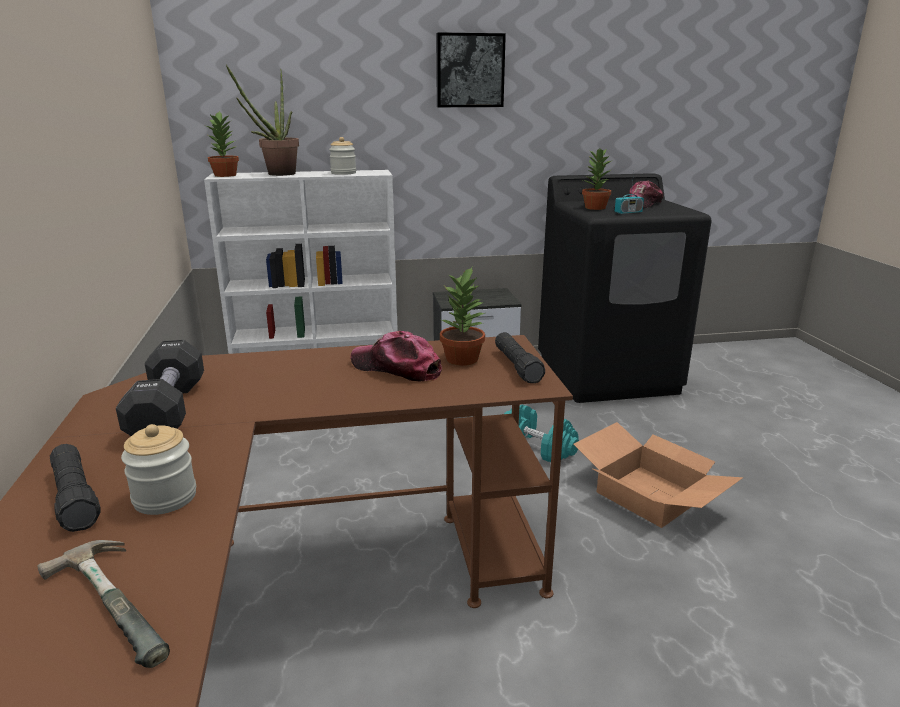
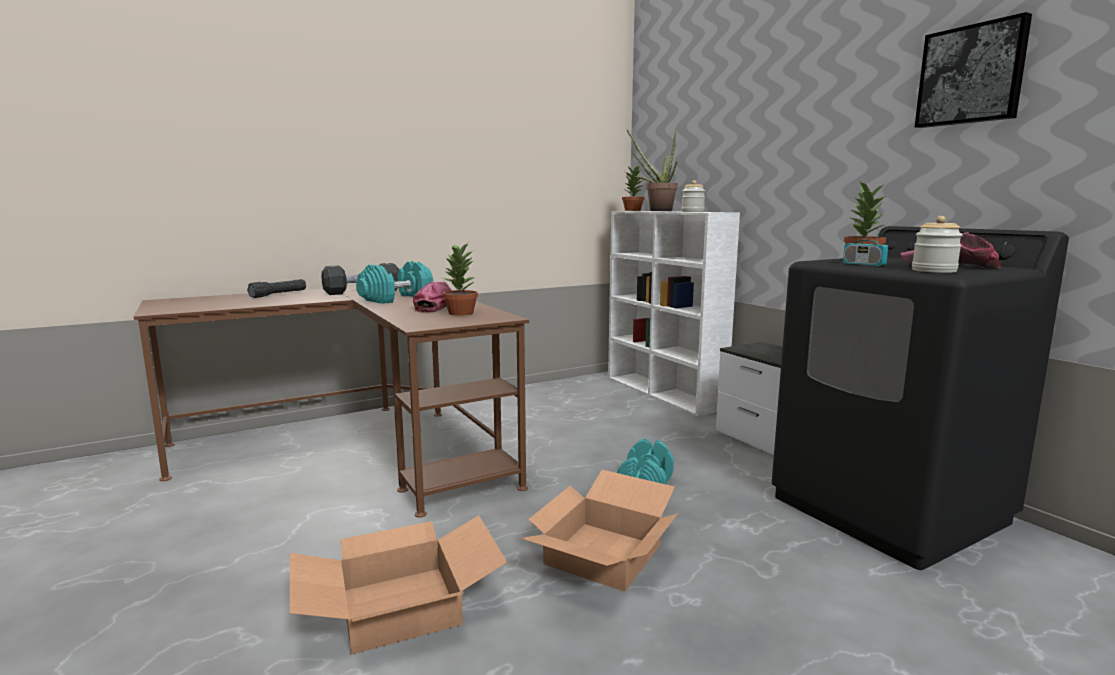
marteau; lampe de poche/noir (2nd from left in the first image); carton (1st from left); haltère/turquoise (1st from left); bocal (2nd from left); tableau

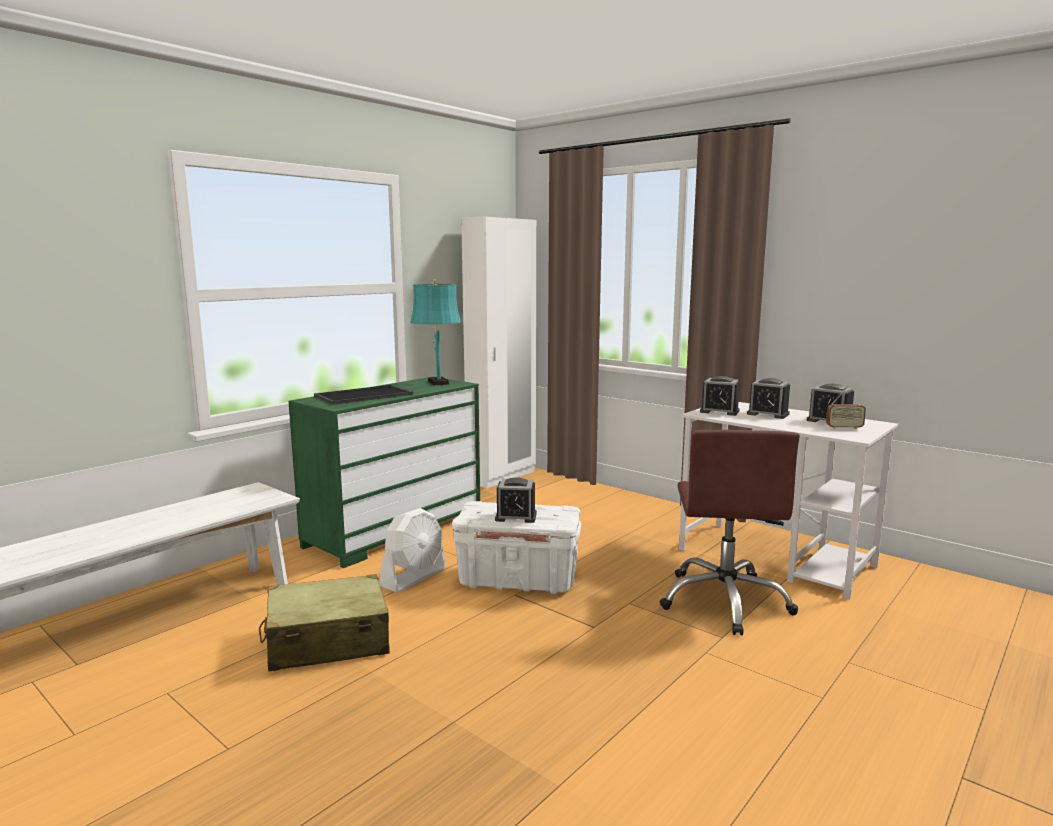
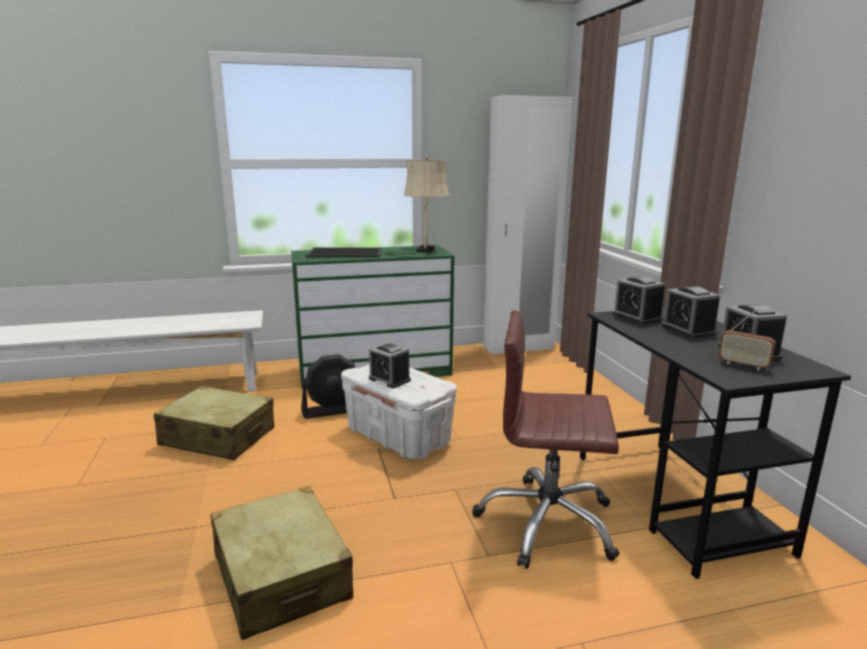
valise/beige (2nd from left); ventilateur/noir; lampe de table/beige; bureau/noir; chaise de bureau/marron

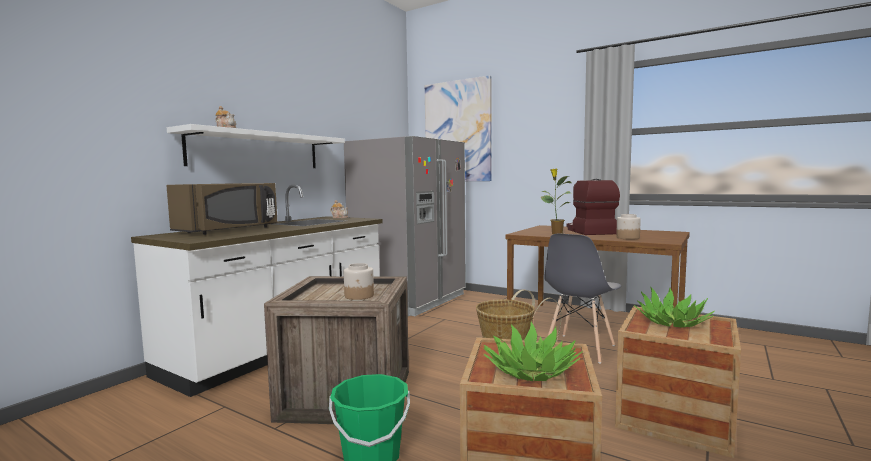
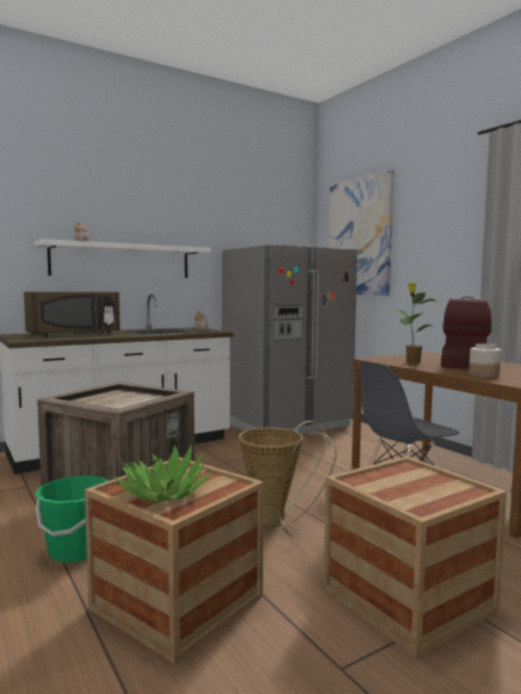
bocal (1st from left in the first image); plante en pot (3rd from left in the first image)

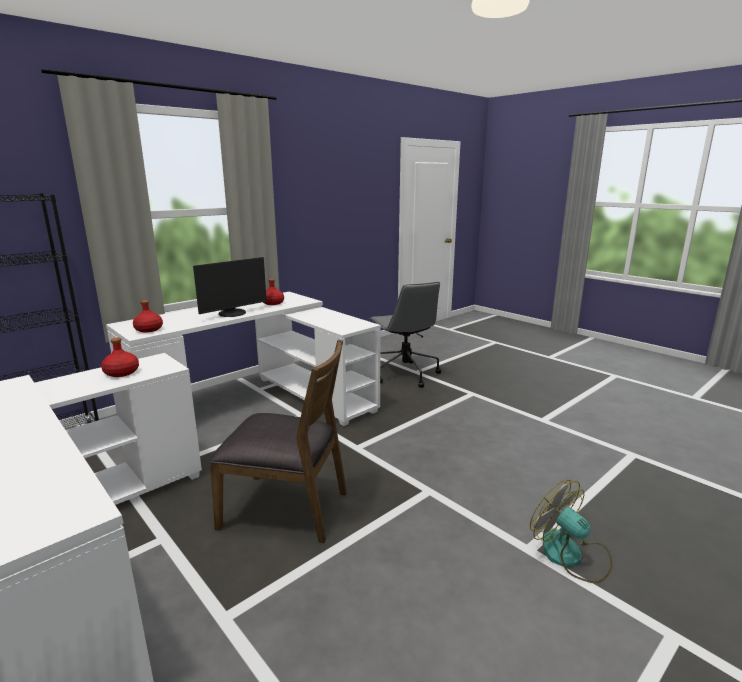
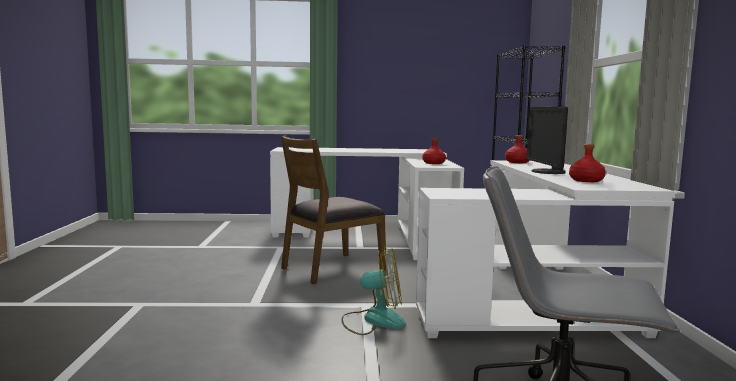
ventilateur

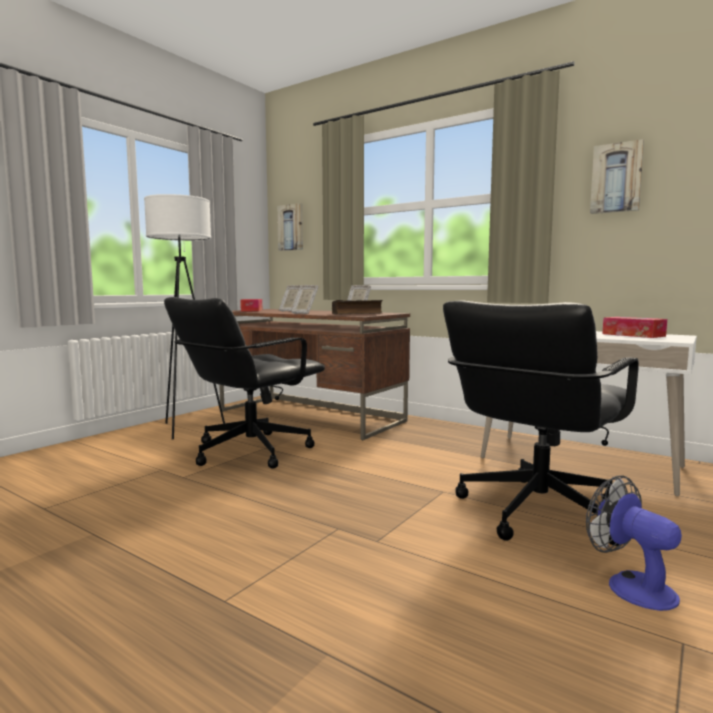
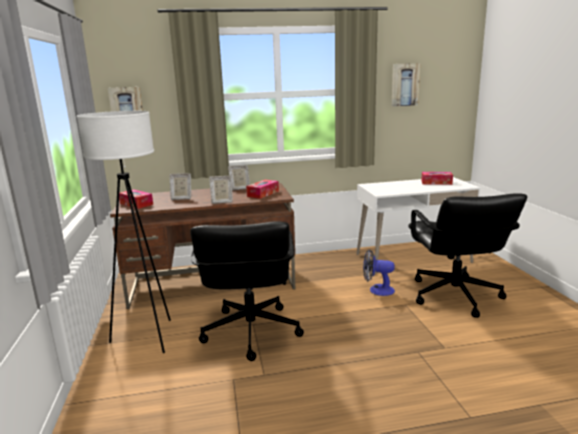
ventilateur; boîte à mouchoirs (2nd from left)

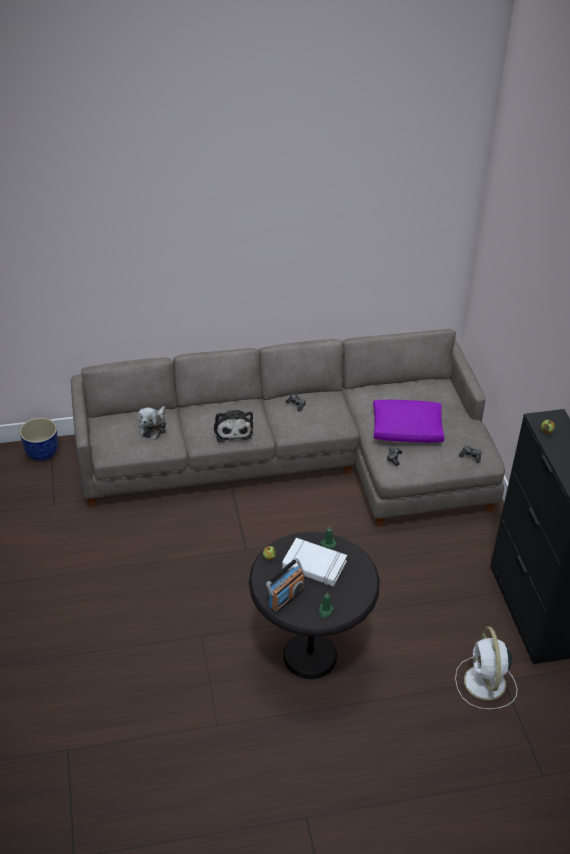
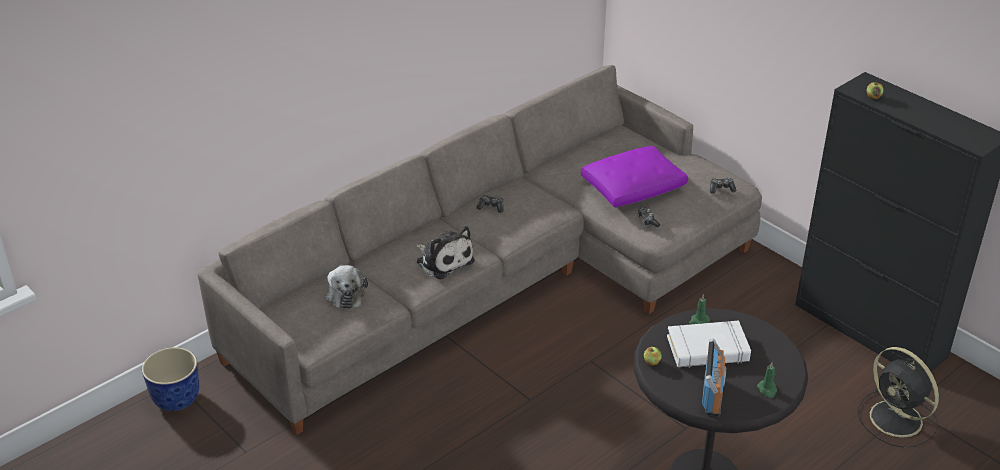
ventilateur/noir

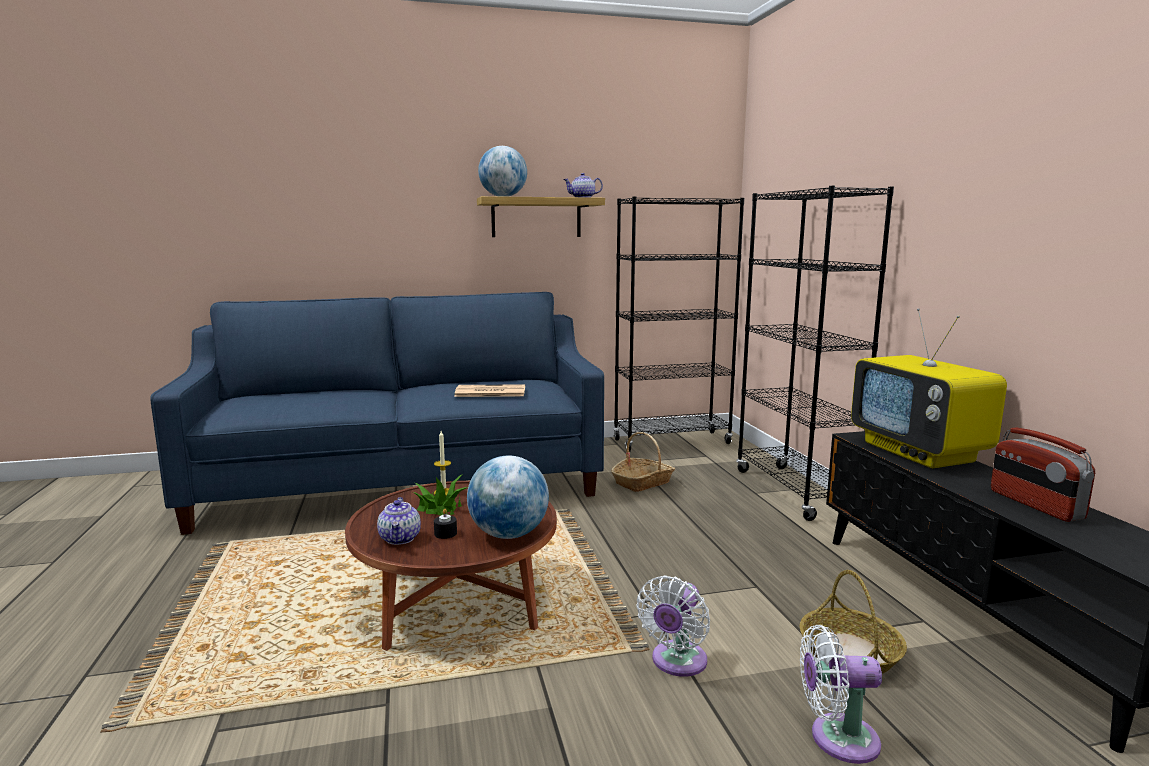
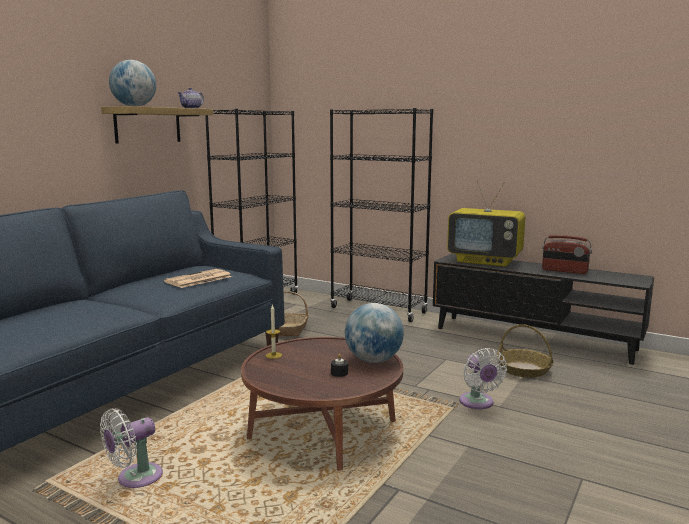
théière (1st from left in the first image); plante en pot; ventilateur/blanc (1st from left)

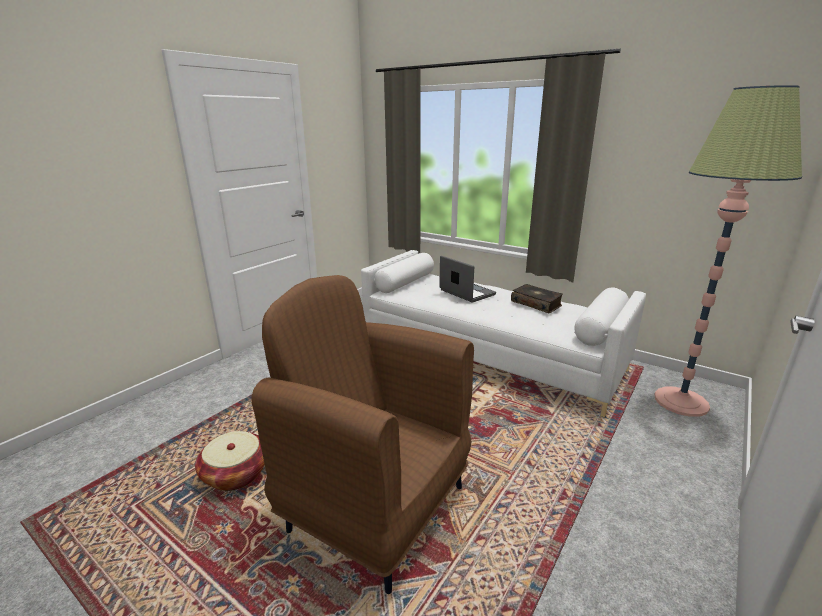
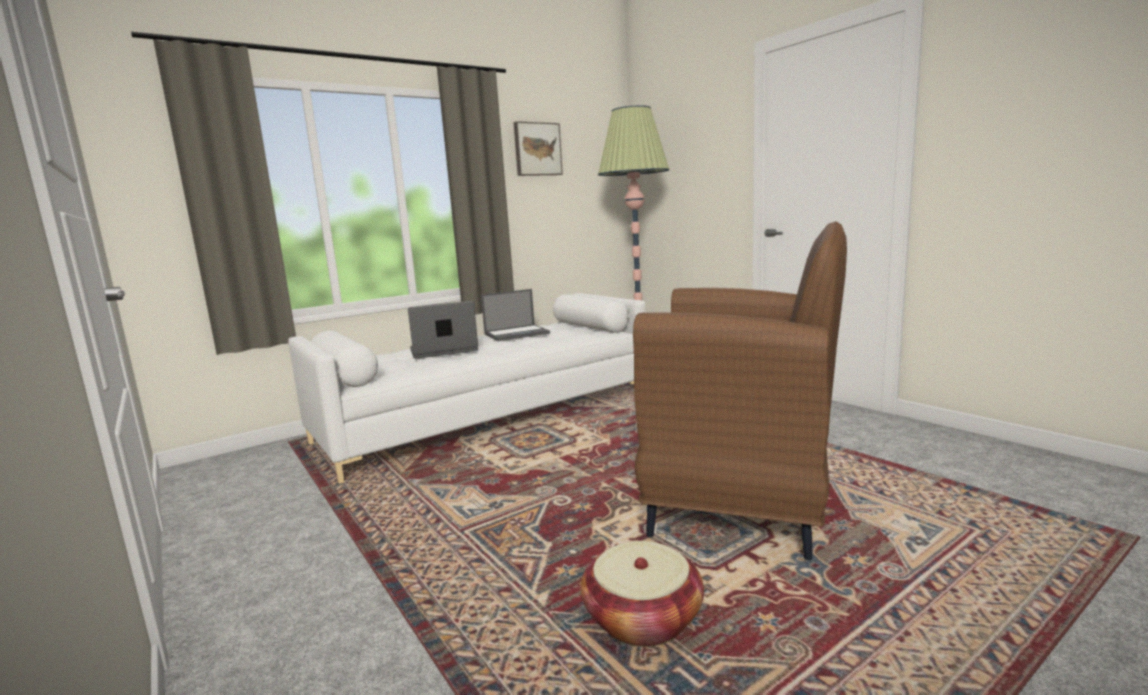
tableau; ordinateur portable (2nd from left); fauteuil/marron

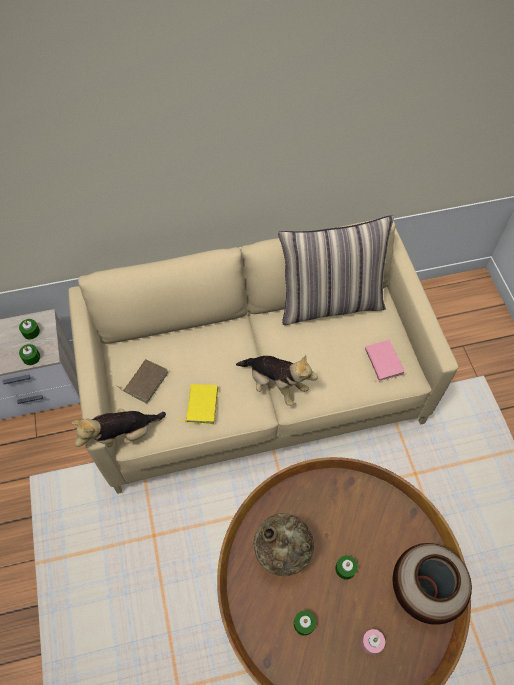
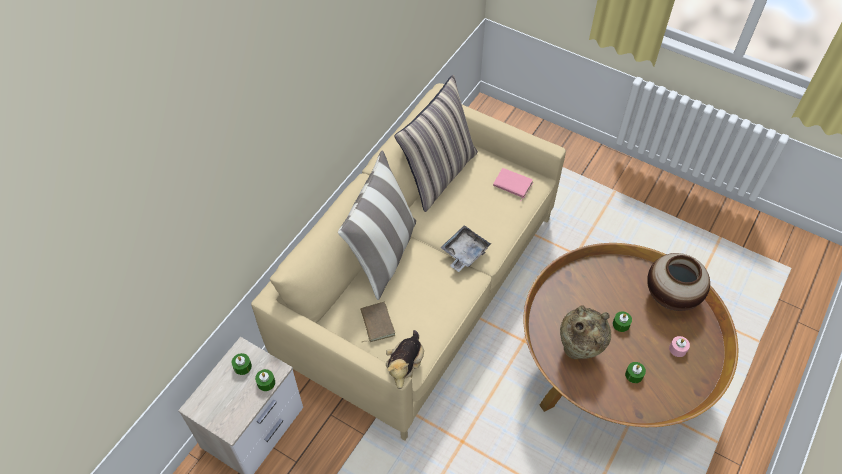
livre/jaune; coussin (1st from left); plateau/gris

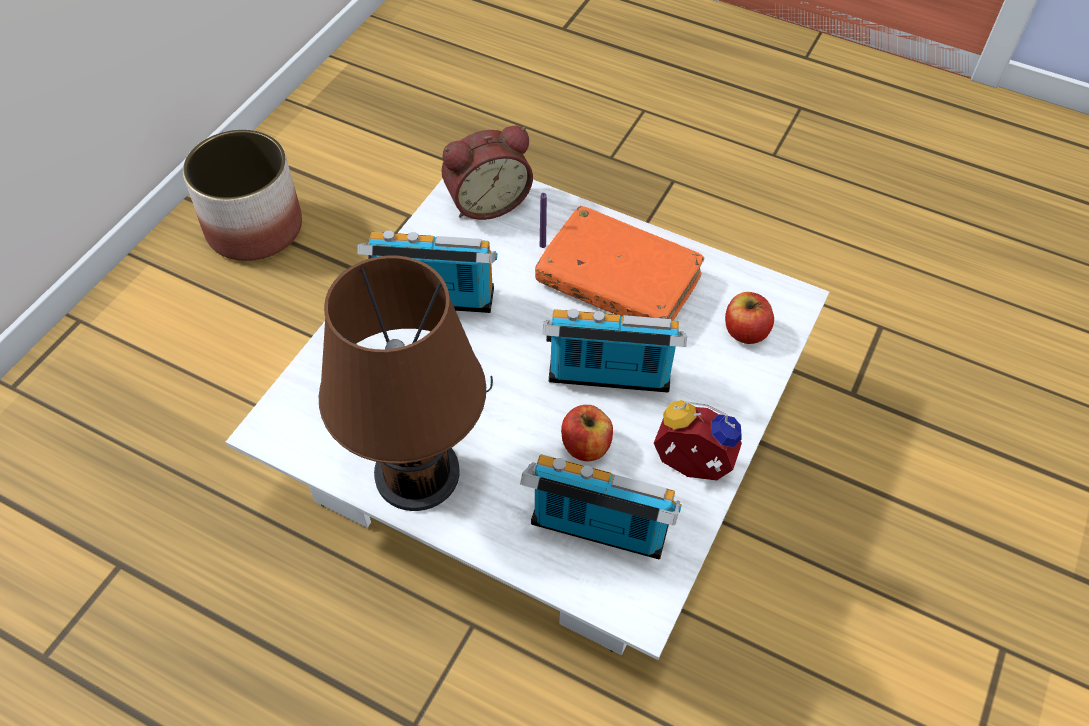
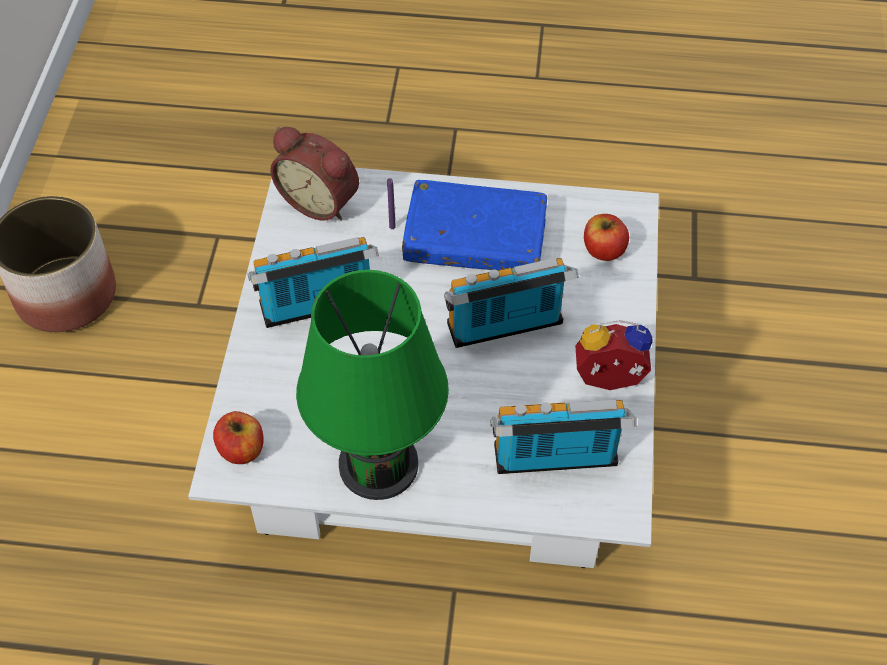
pomme (1st from left); lampe de table/vert; livre/bleu; réveil (1st from left)

